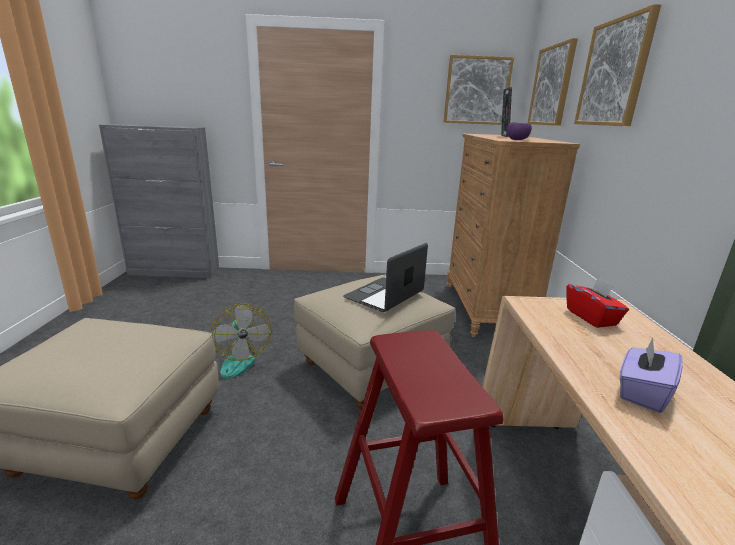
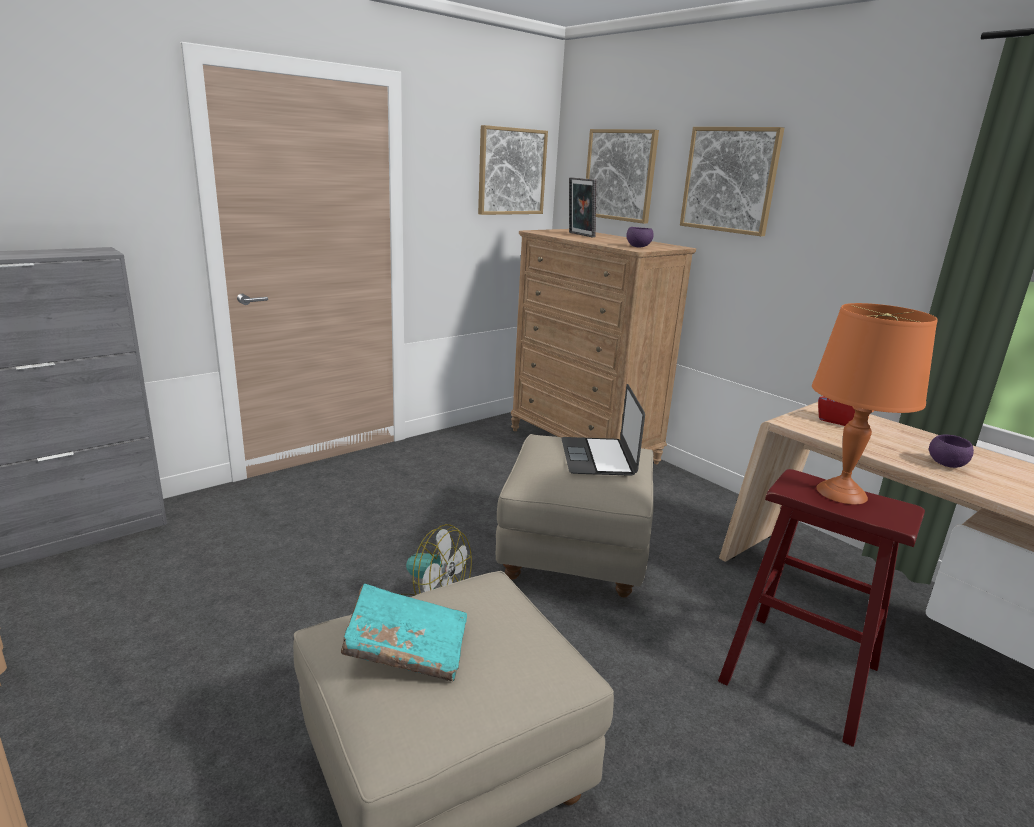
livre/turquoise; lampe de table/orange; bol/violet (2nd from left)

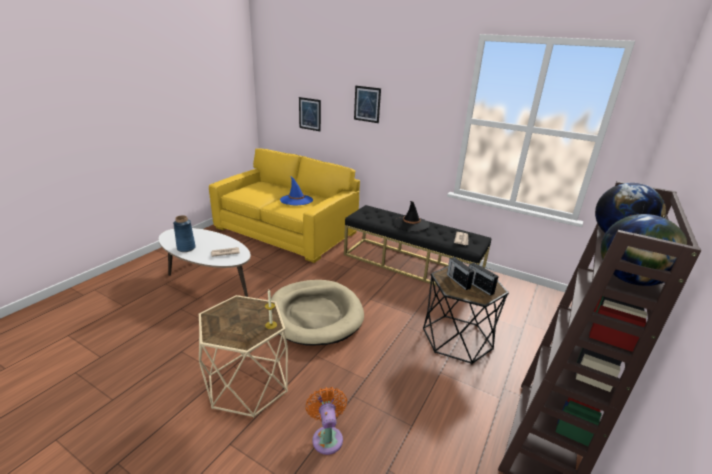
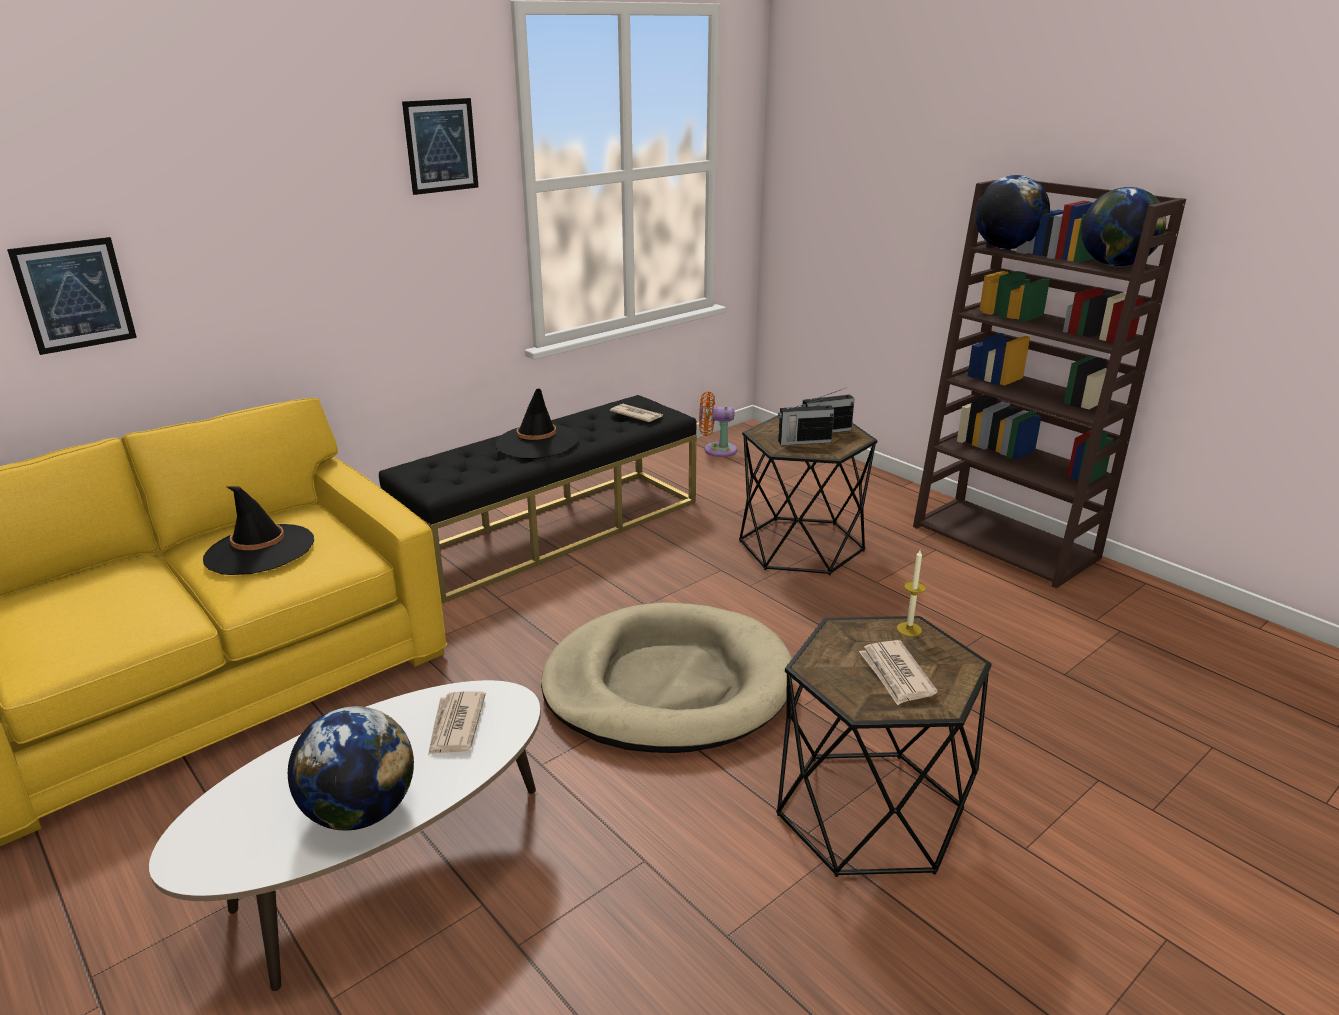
journal (3rd from left); ventilateur/orange; tableau (2nd from left); globe (1st from left); table d'appoint/noir (2nd from left); chapeau/noir (1st from left)

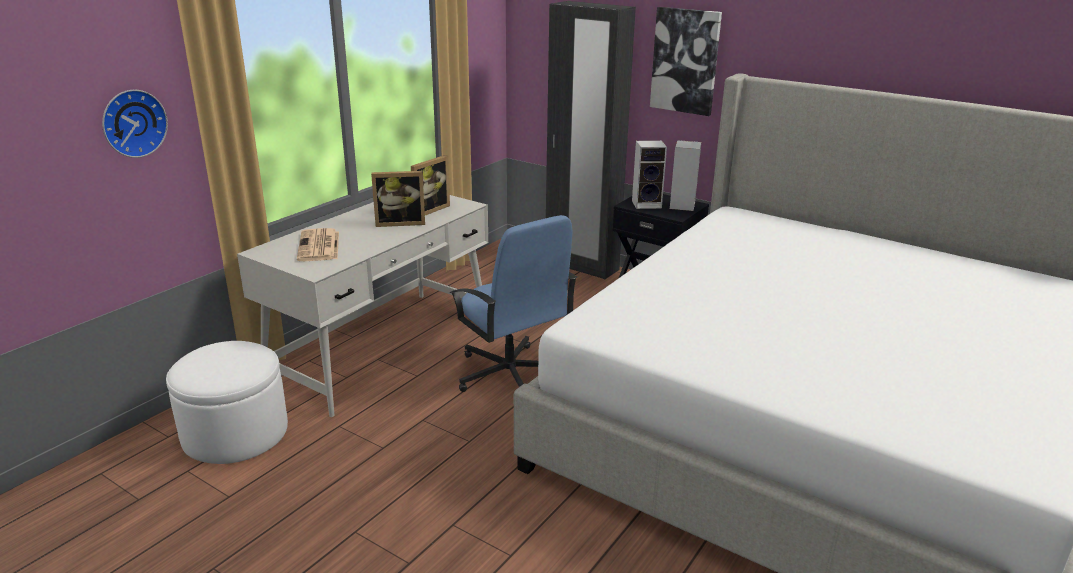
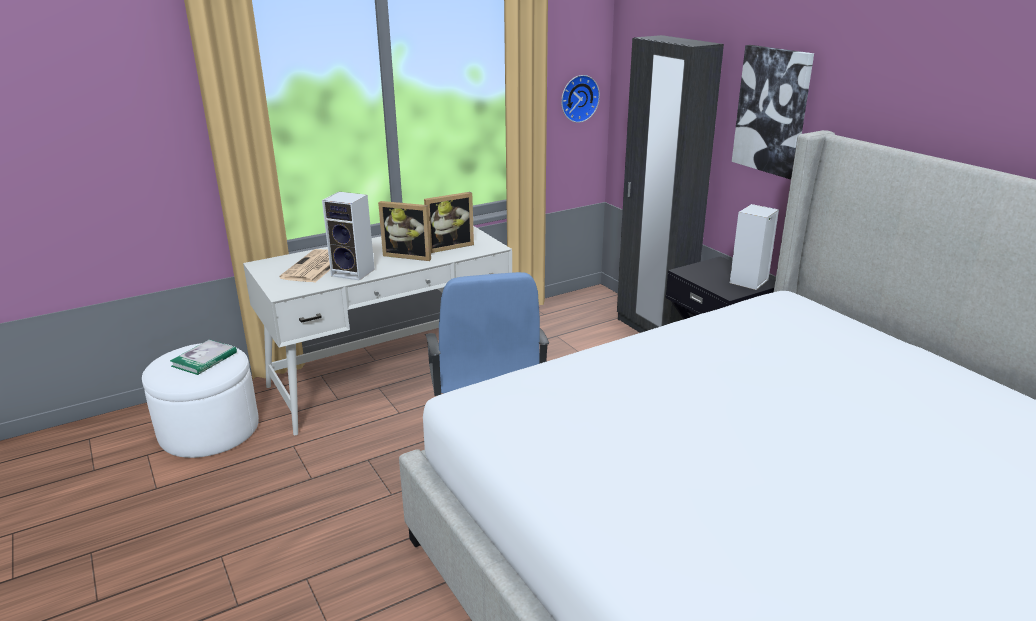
livre; horloge murale; enceinte (1st from left)

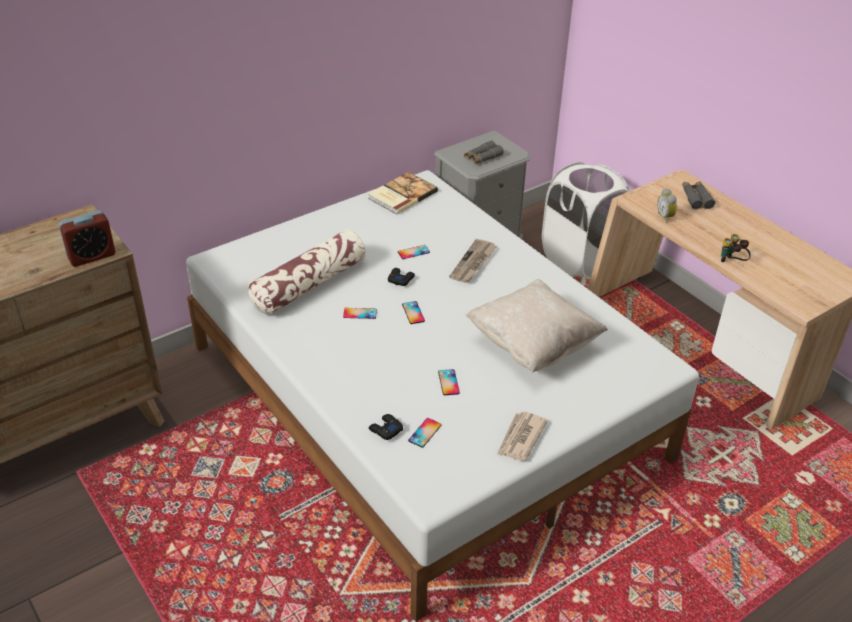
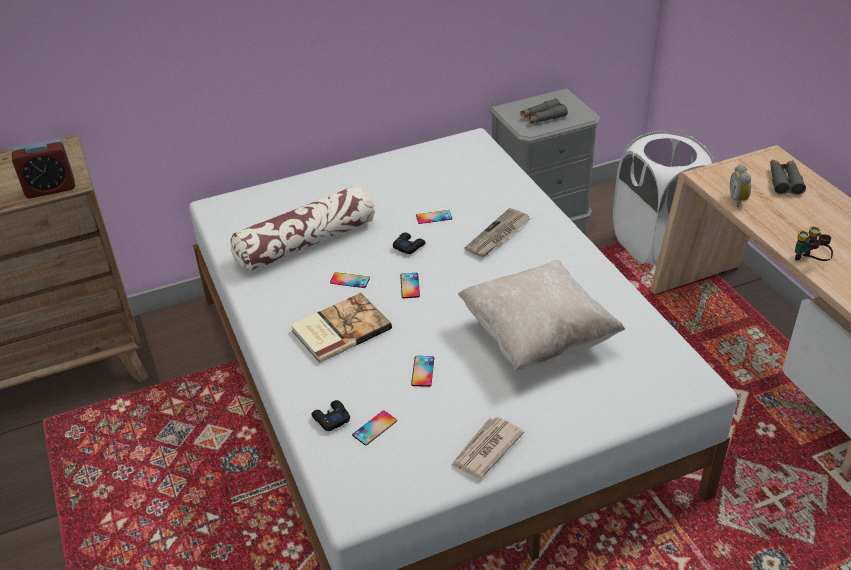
livre

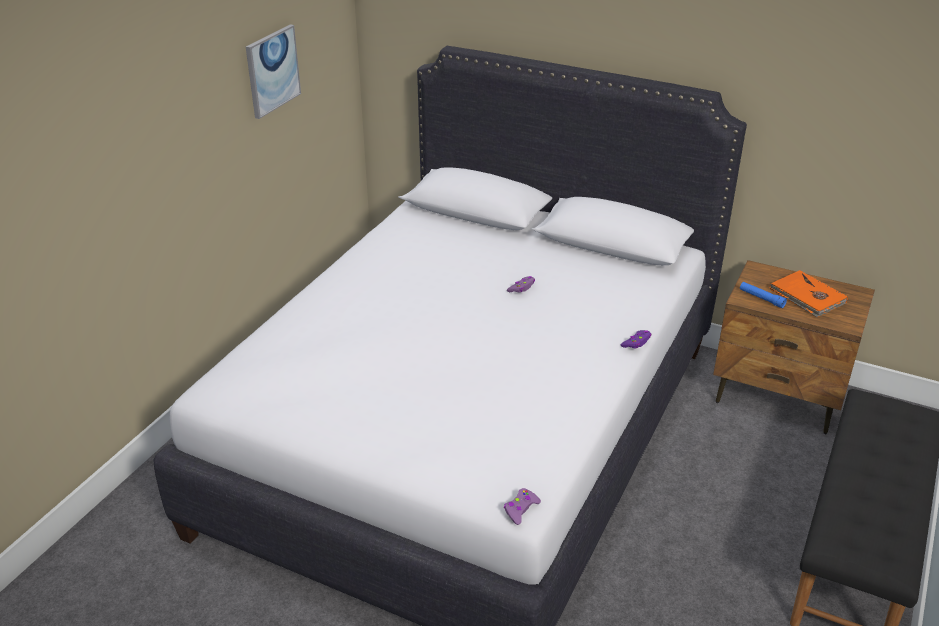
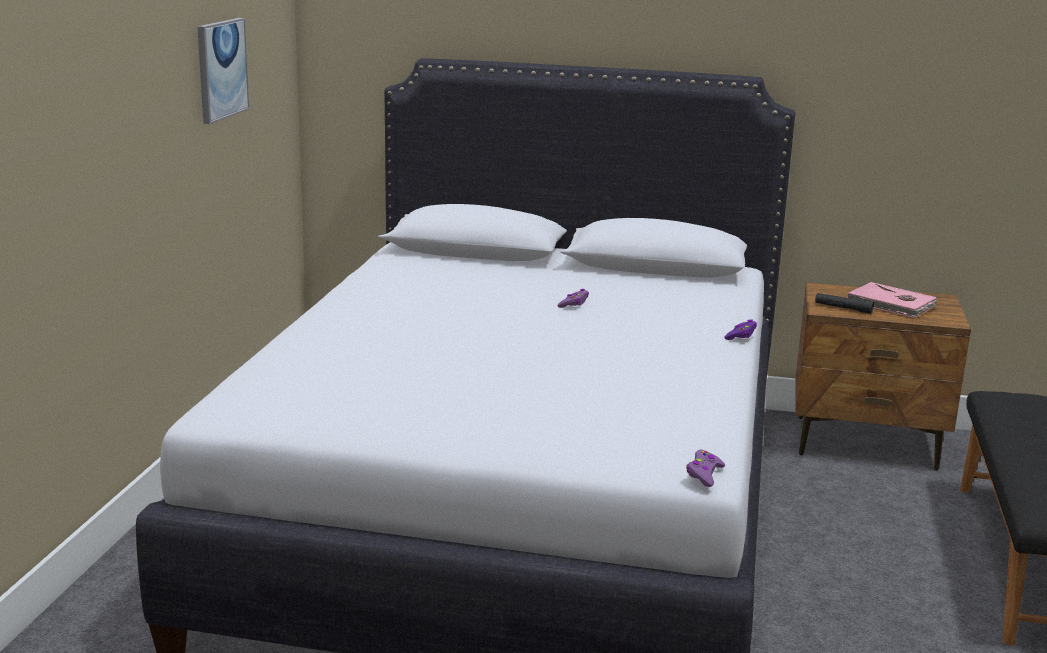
lampe de poche/noir; livre/rose

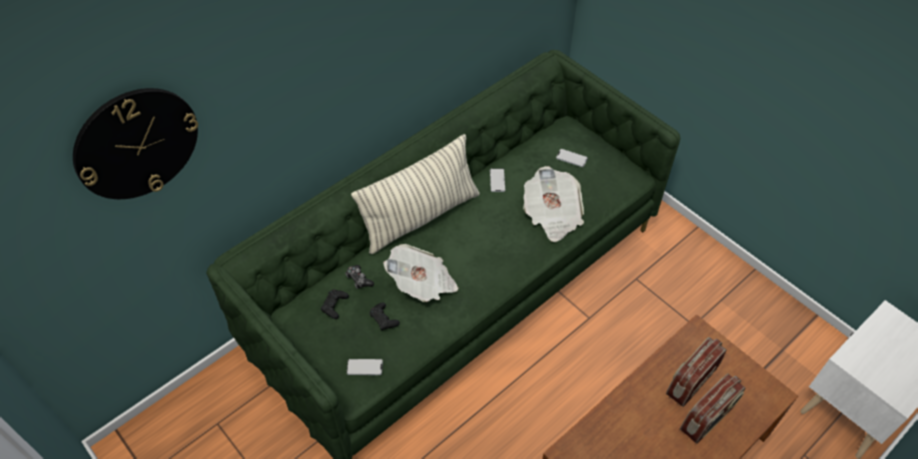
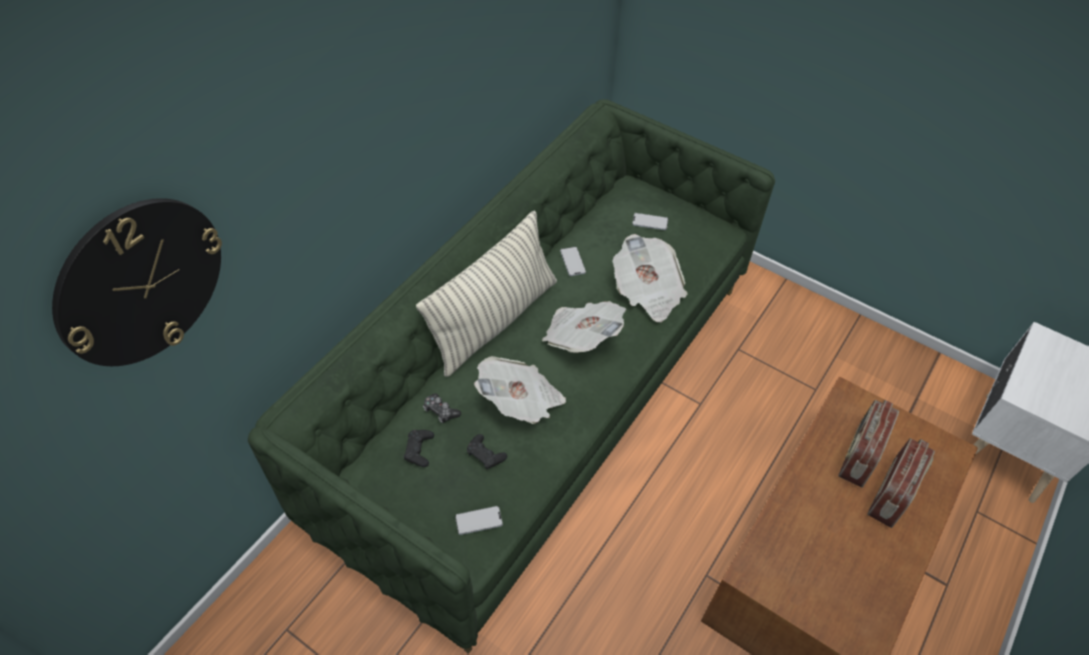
journal (2nd from left)

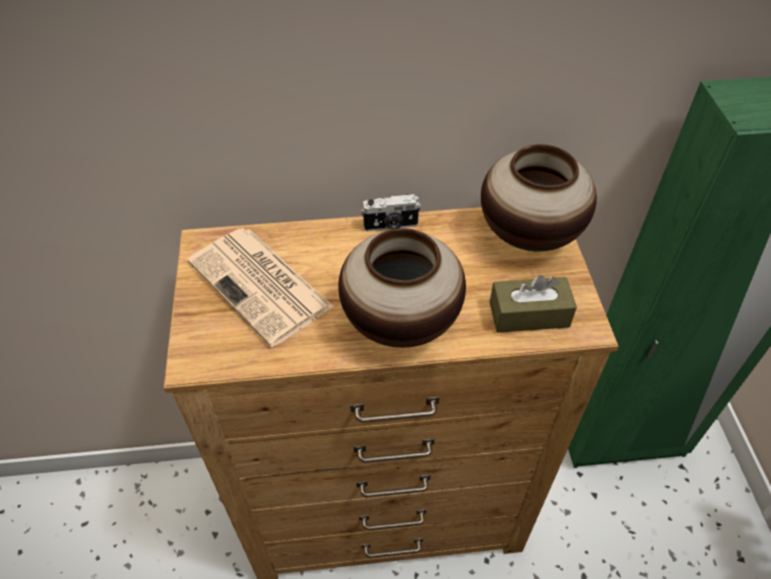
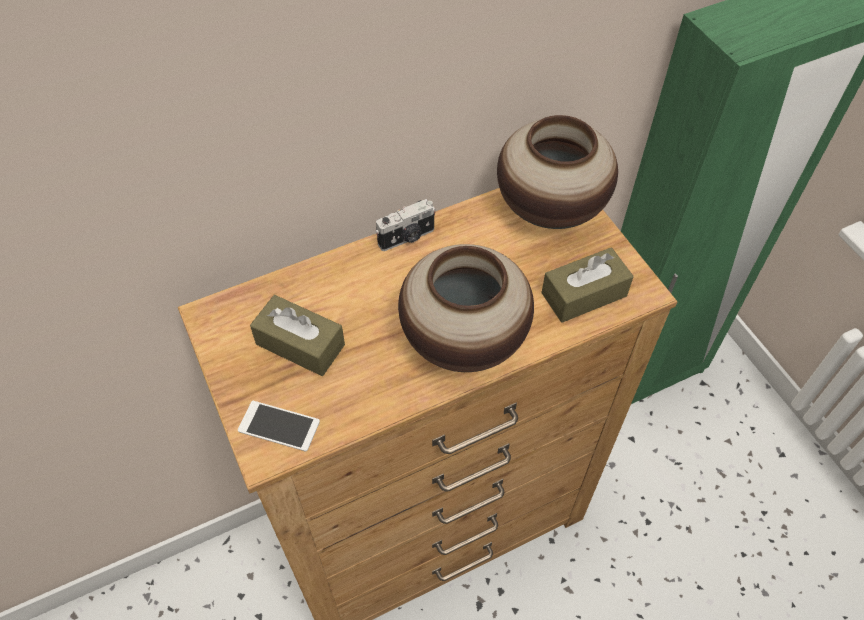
téléphone; boîte à mouchoirs/marron (1st from left)

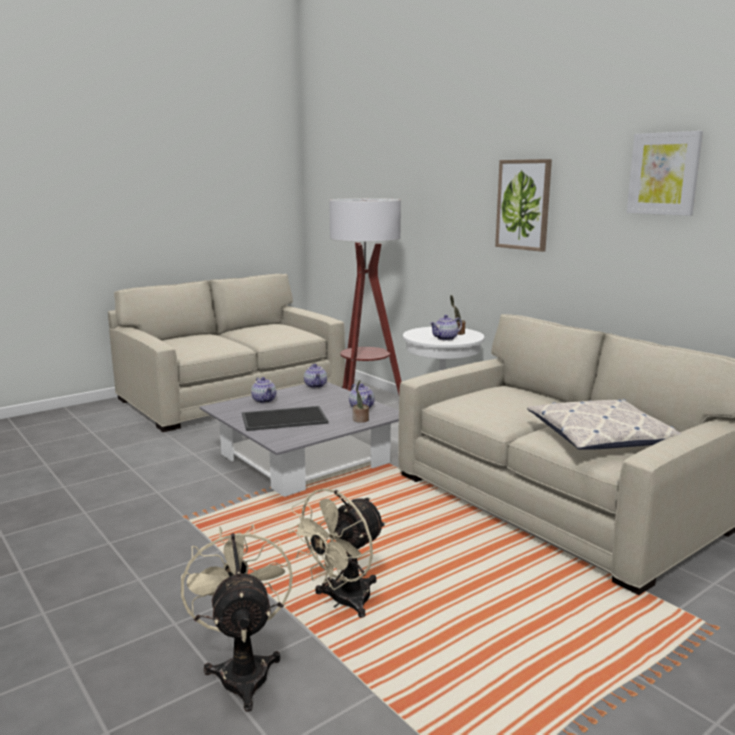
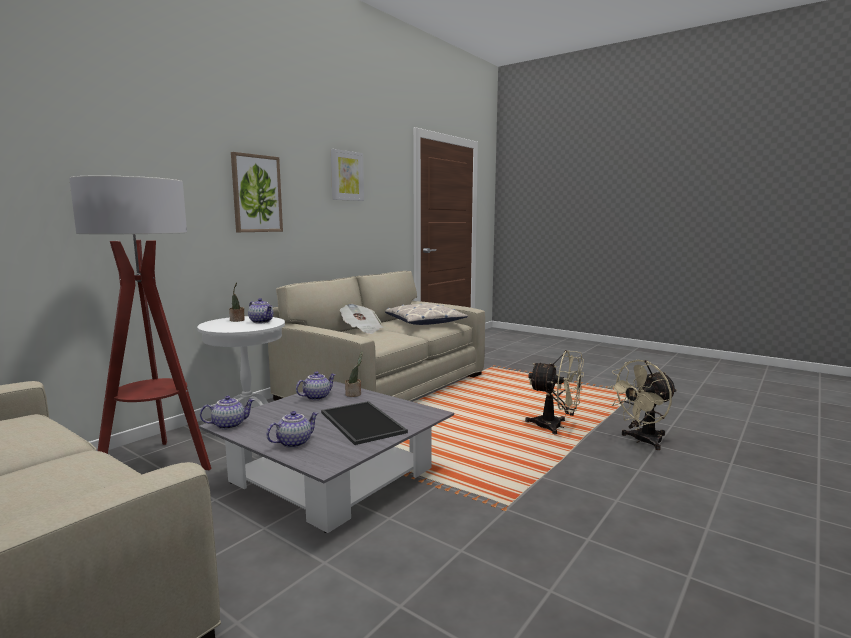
journal

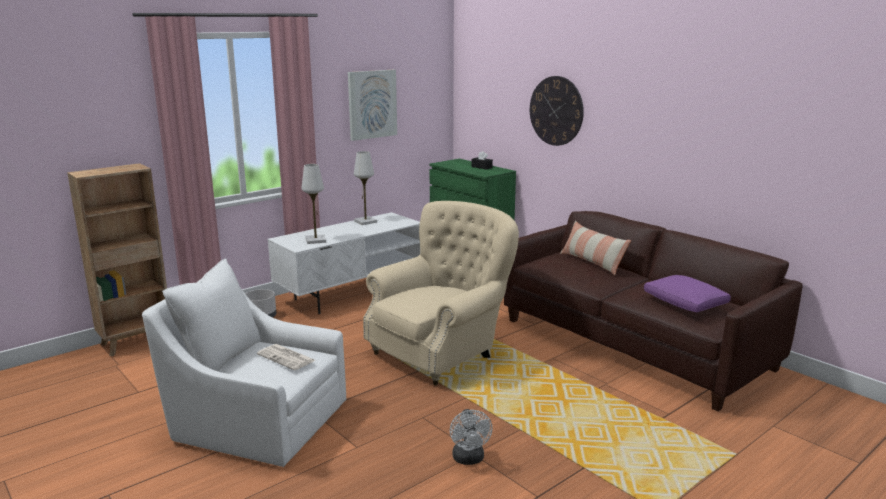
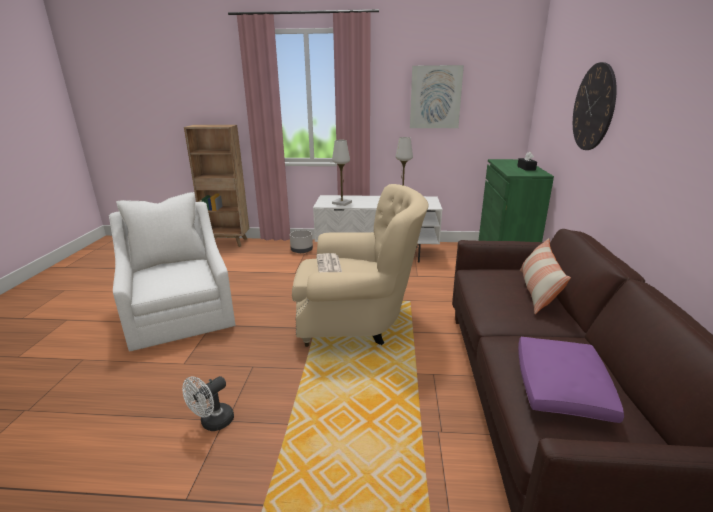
journal

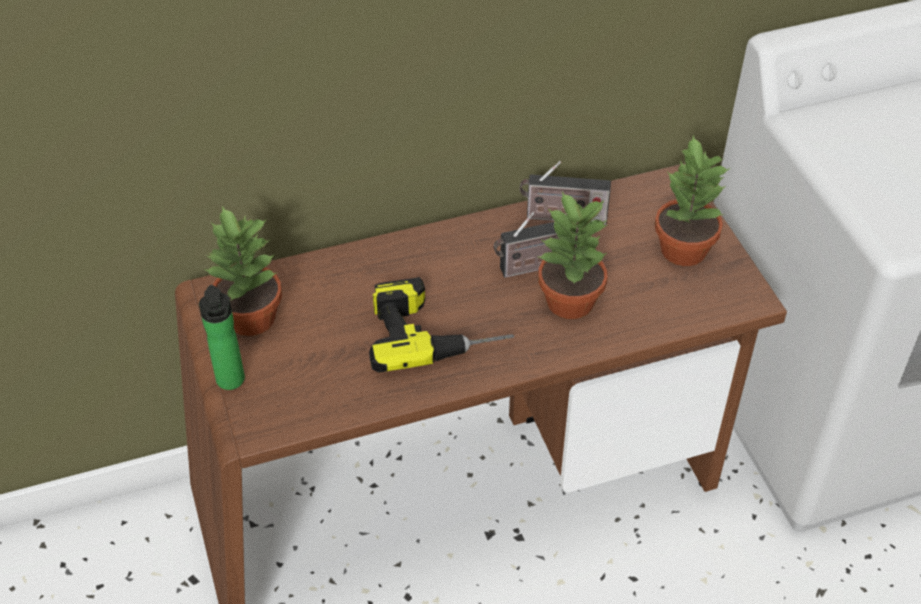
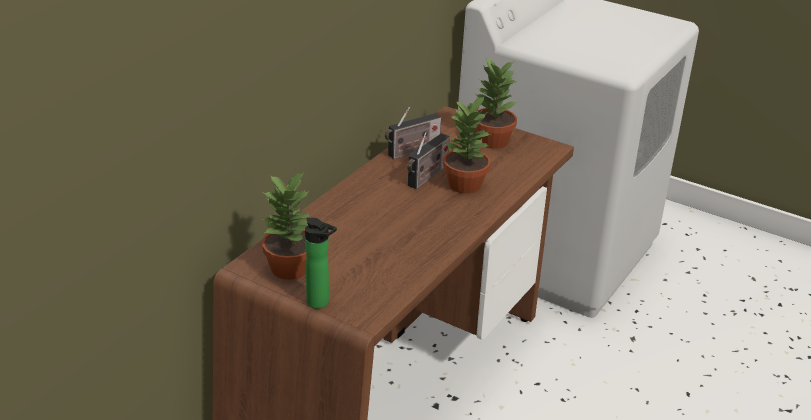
perceuse

